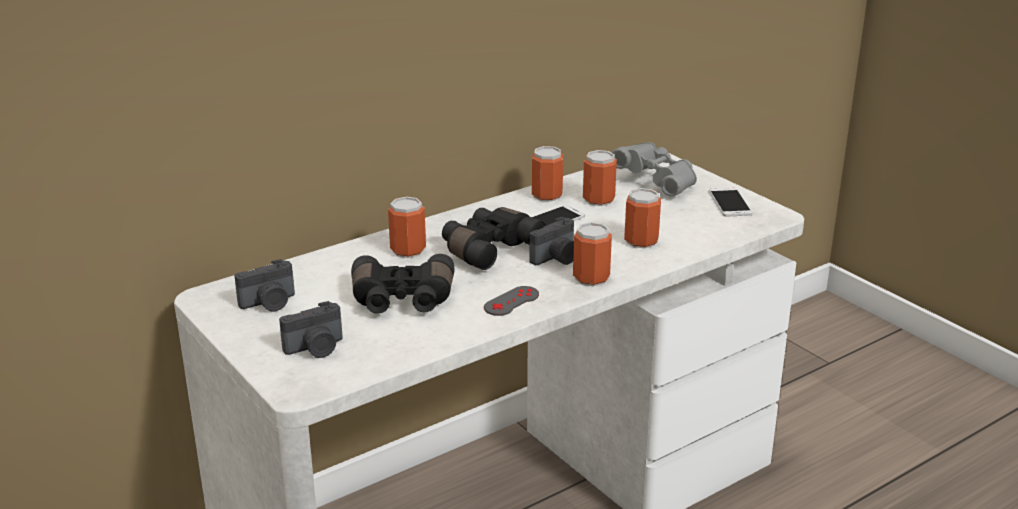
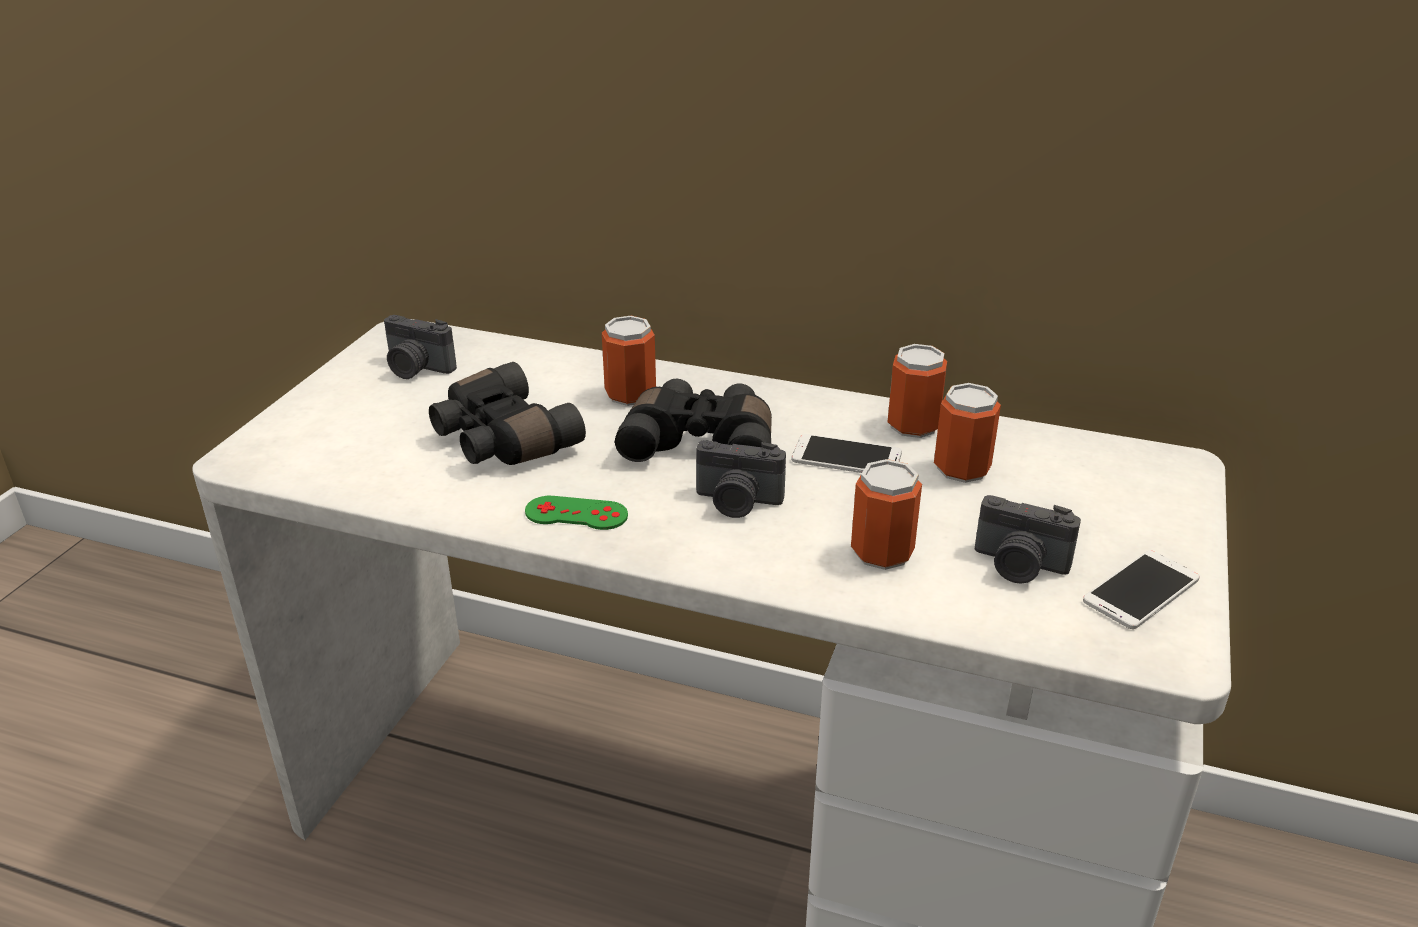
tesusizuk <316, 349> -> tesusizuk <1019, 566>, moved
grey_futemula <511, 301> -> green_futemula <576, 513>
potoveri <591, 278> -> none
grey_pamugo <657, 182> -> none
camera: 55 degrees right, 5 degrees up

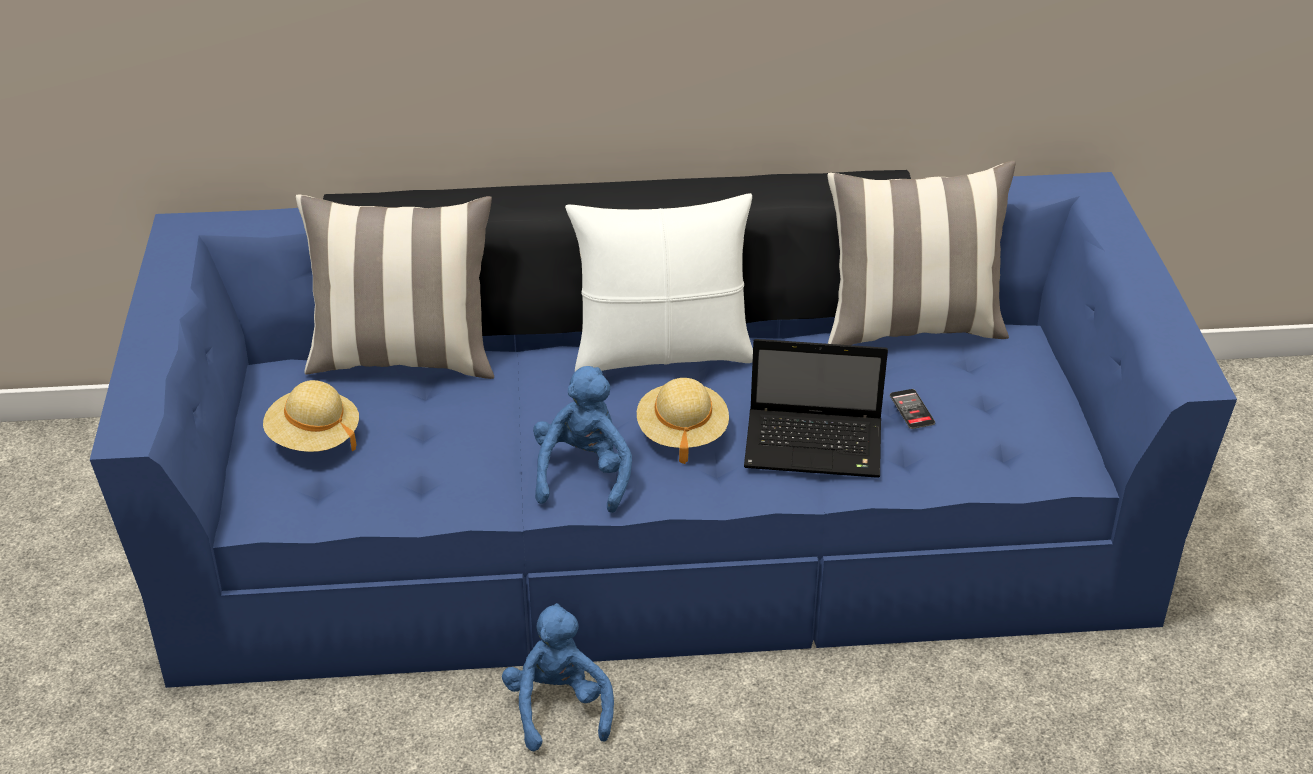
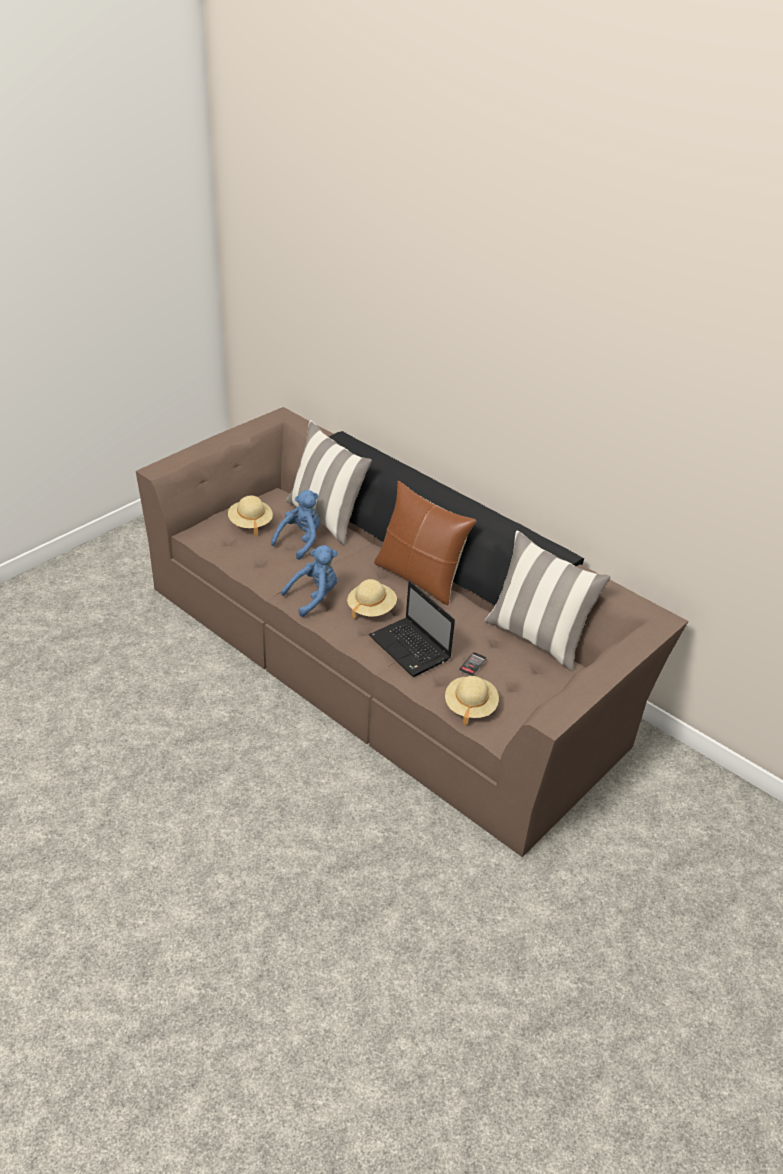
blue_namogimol <657, 516> -> brown_namogimol <387, 655>
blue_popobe <558, 707> -> blue_popobe <300, 541>, moved
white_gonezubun <662, 352> -> brown_gonezubun <419, 578>
none -> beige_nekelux <470, 706>
camera: 45 degrees right, 0 degrees up

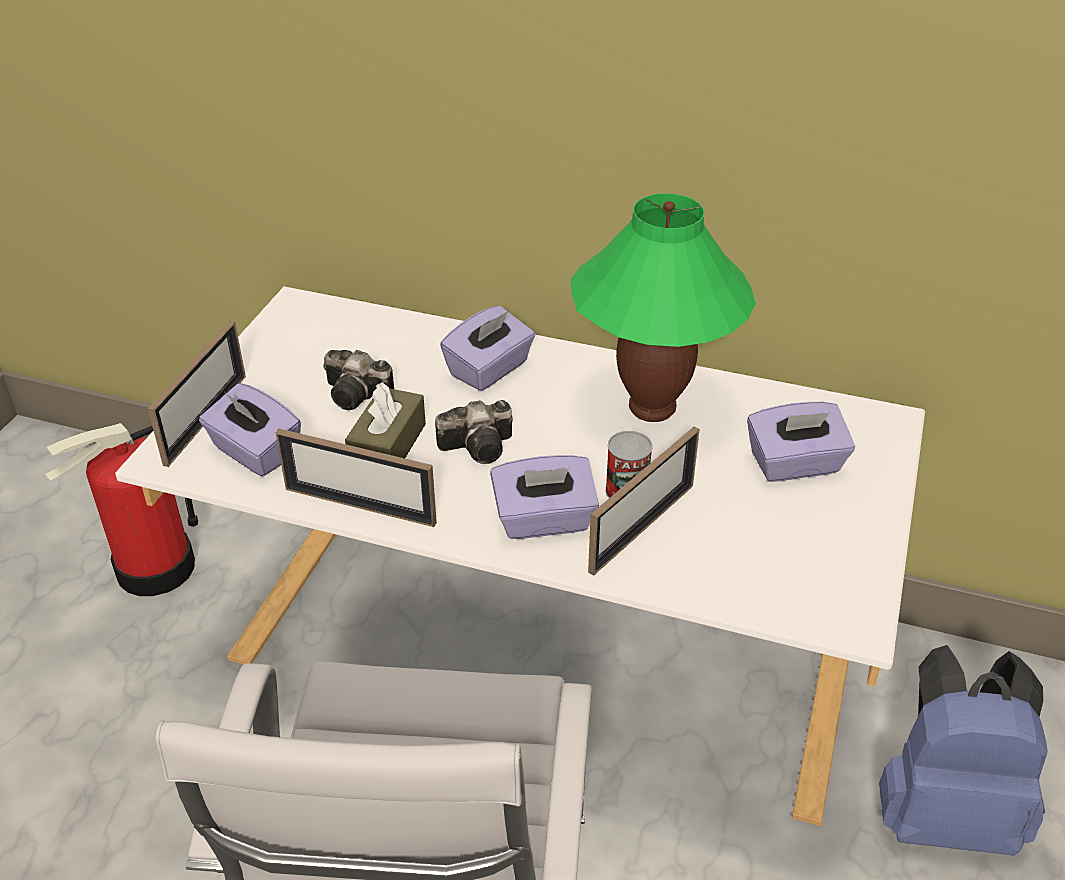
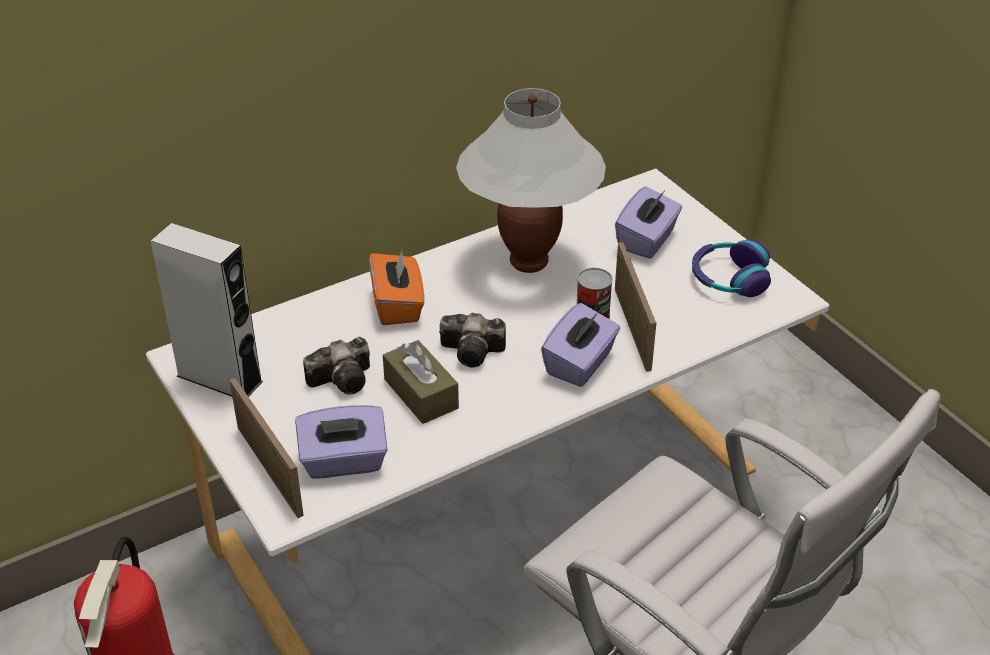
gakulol <360, 506> -> none
tesusizuk <481, 446> -> tesusizuk <475, 352>, 75 degrees clockwise
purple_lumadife <489, 370> -> orange_lumadife <398, 305>
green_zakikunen <652, 408> -> white_zakikunen <528, 261>
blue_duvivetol <944, 813> -> none
none -> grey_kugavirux <220, 378>
none -> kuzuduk <729, 278>
camera: 50 degrees left, 0 degrees up

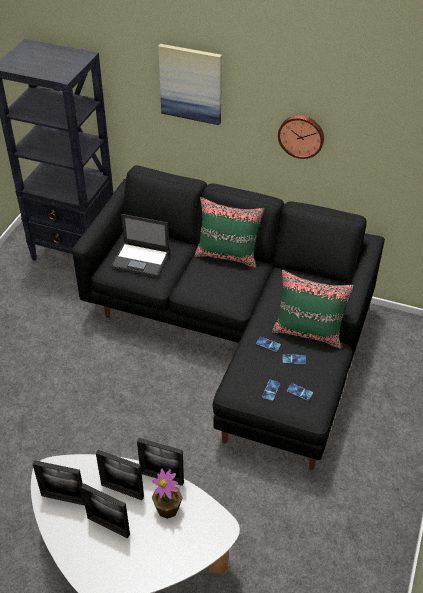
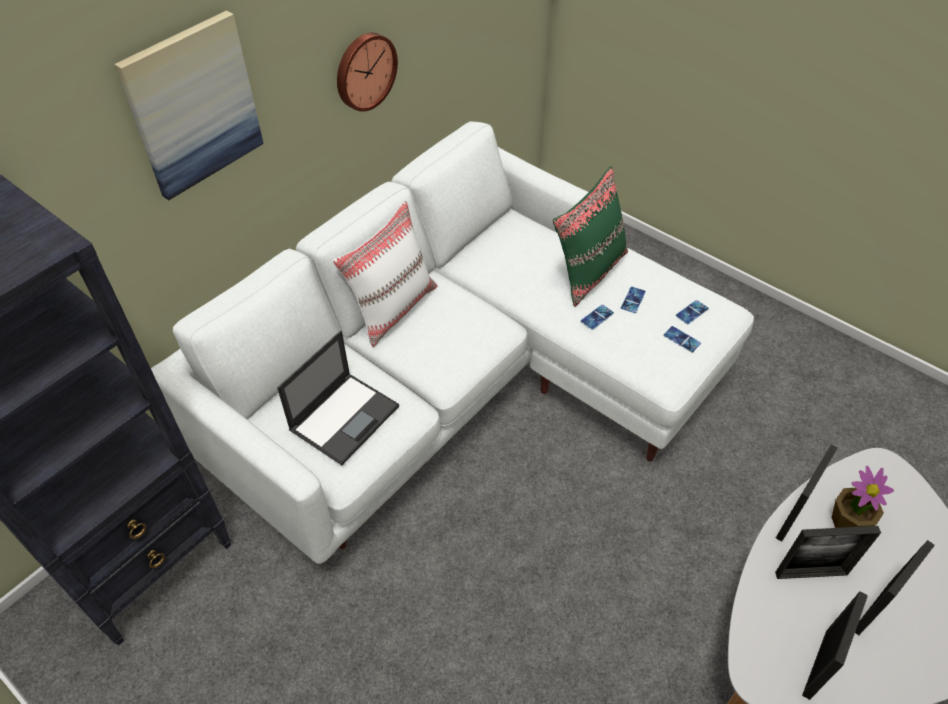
black_namogimol <238, 335> -> white_namogimol <463, 385>
gakulol <122, 491> -> gakulol <811, 573>, 45 degrees clockwise
green_gonezubun <228, 255> -> white_gonezubun <393, 308>
camera: 70 degrees left, 5 degrees up

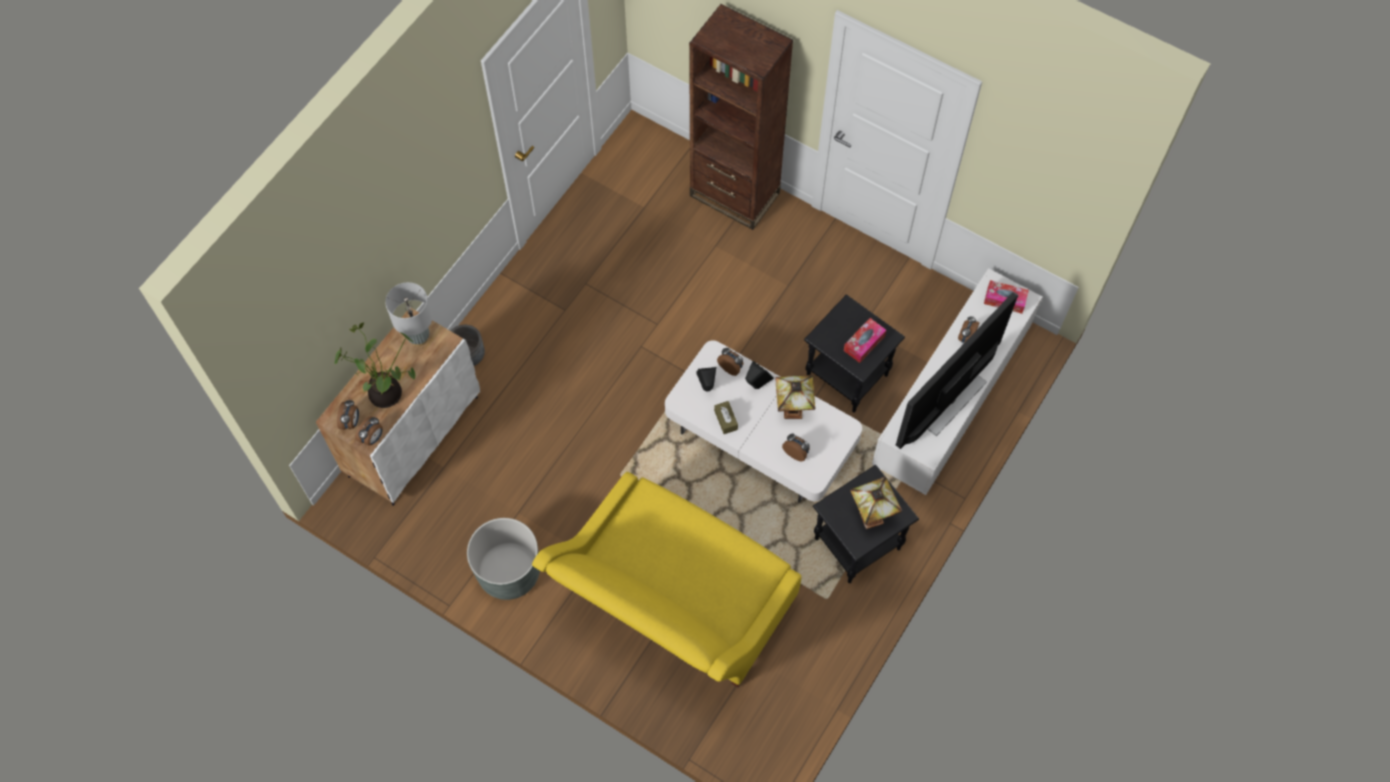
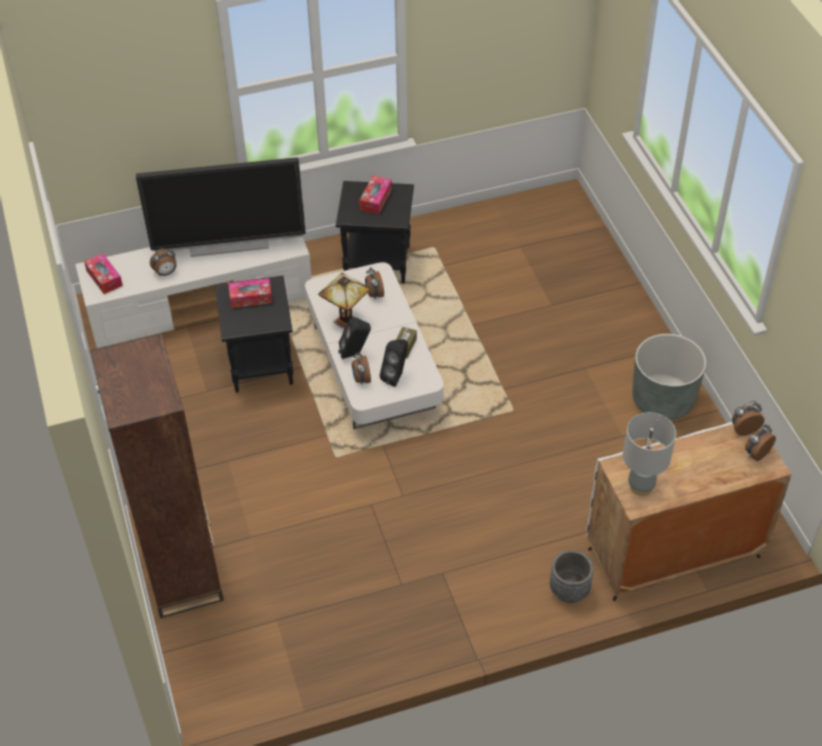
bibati <387, 391> -> none
yellow_namogimol <674, 606> -> none
zakikunen <869, 516> -> lumadife <376, 199>
camera: 140 degrees left, 15 degrees down

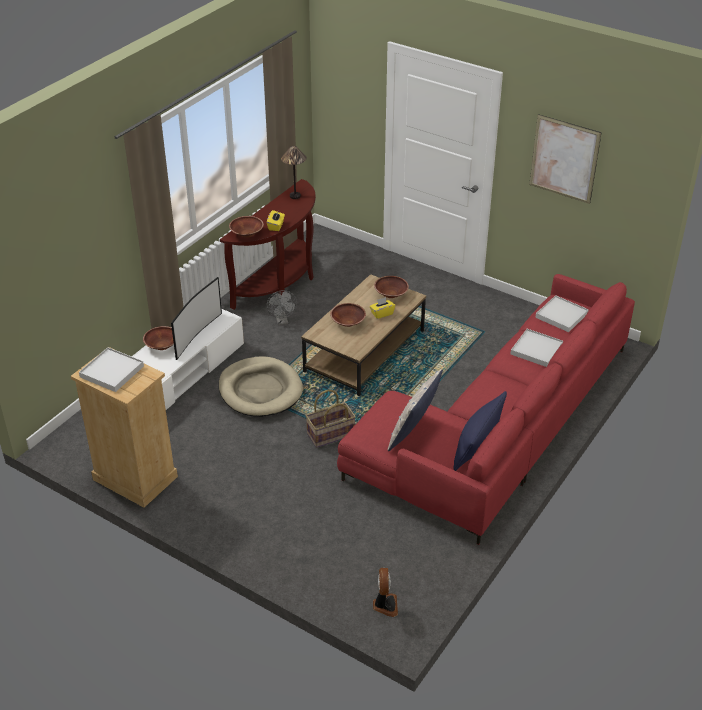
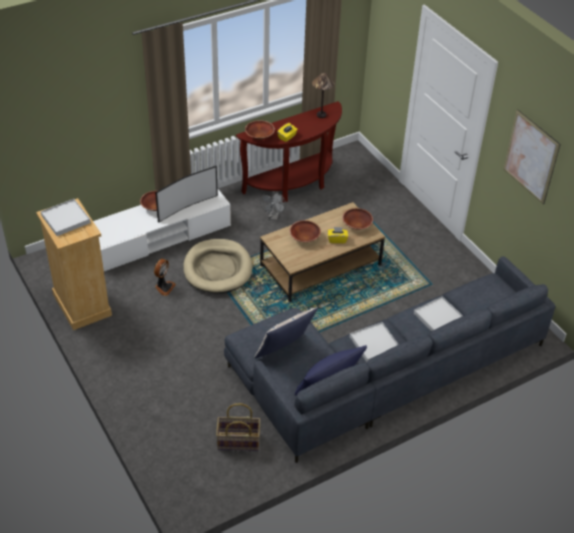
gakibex <331, 435> -> gakibex <238, 442>, moved
red_namogimol <497, 428> -> grey_namogimol <381, 372>
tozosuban <385, 605> -> tozosuban <164, 287>, moved
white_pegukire <561, 316> -> white_pegukire <374, 344>, moved
camera: 25 degrees right, 5 degrees up

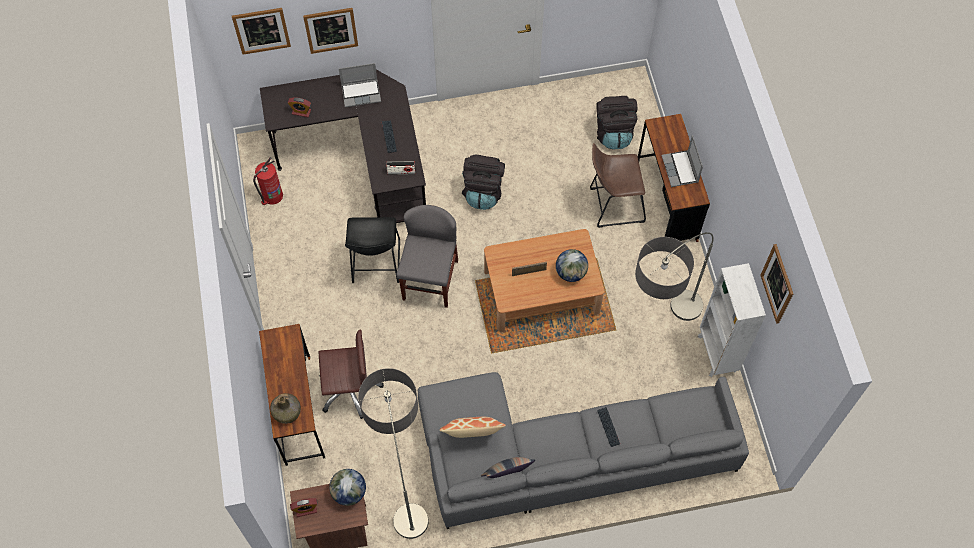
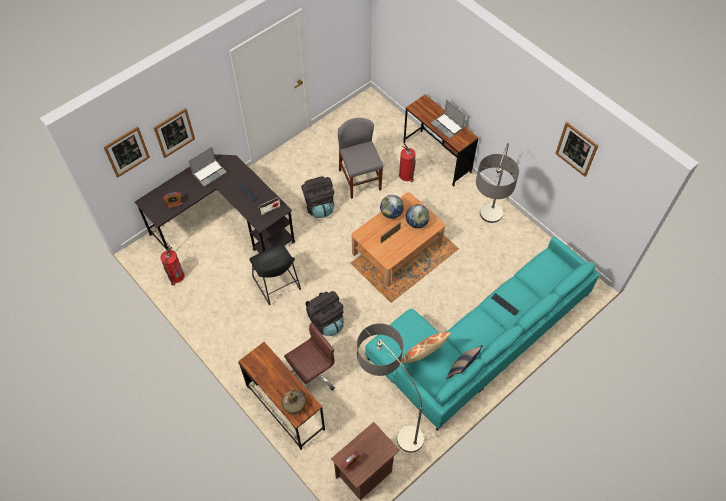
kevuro <349, 492> -> kevuro <391, 213>, moved
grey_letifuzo <430, 280> -> grey_letifuzo <360, 180>, moved
grey_namogimol <564, 455> -> turquoise_namogimol <479, 341>
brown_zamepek <613, 205> -> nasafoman <406, 175>
black_duvivetol <613, 132> -> black_duvivetol <326, 321>, moved
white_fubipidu <716, 354> -> none
camera: 30 degrees left, 5 degrees down

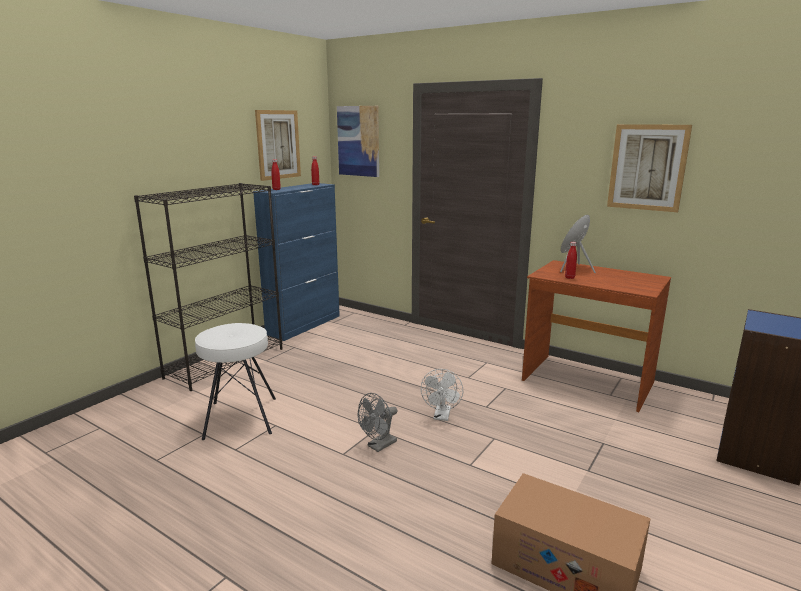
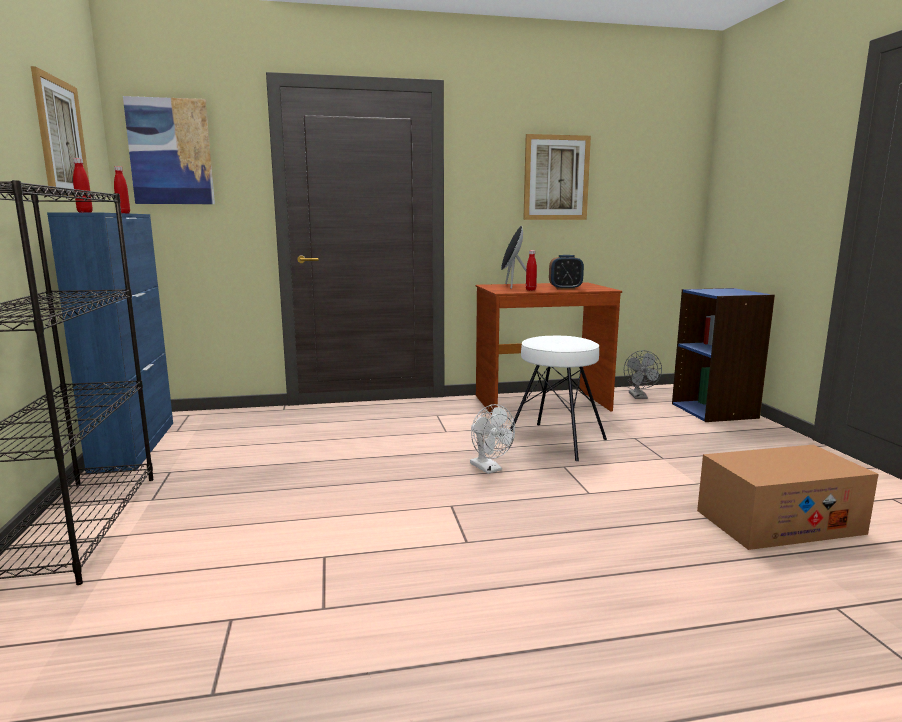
white_zamepek <240, 418> -> white_zamepek <555, 441>, moved
grey_tozosuban <379, 446> -> grey_tozosuban <639, 397>, moved
none -> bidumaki <565, 288>
camera: 45 degrees left, 5 degrees down

